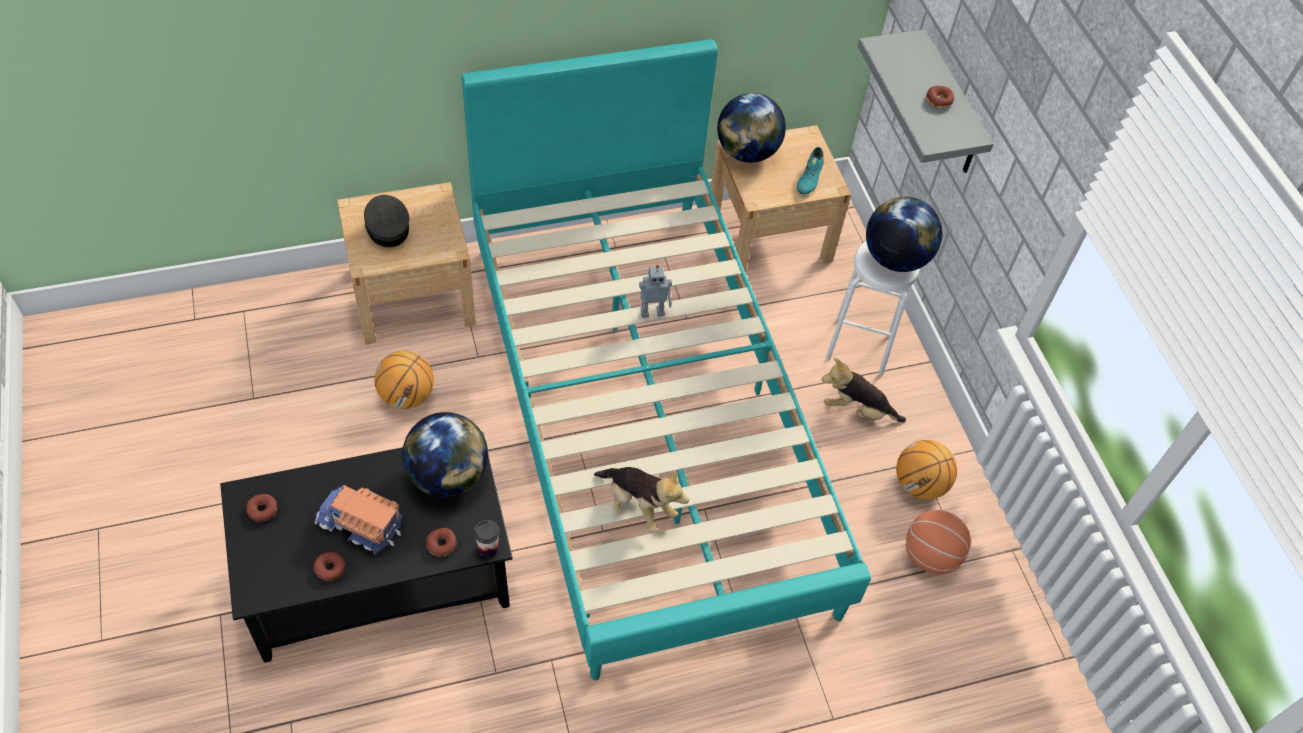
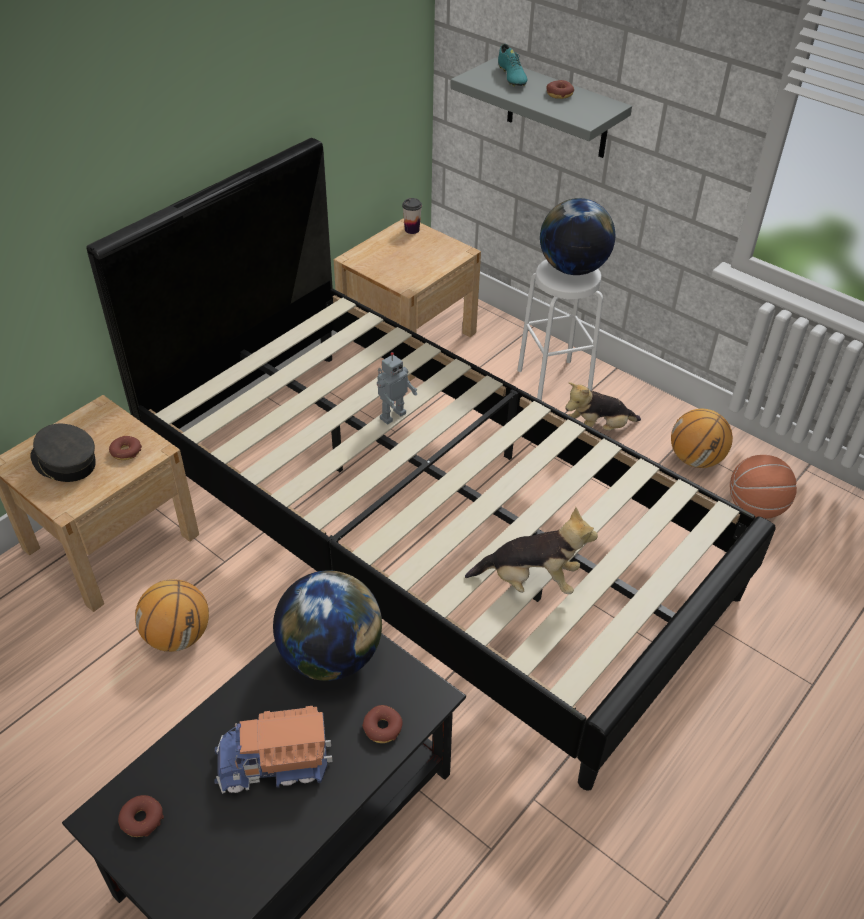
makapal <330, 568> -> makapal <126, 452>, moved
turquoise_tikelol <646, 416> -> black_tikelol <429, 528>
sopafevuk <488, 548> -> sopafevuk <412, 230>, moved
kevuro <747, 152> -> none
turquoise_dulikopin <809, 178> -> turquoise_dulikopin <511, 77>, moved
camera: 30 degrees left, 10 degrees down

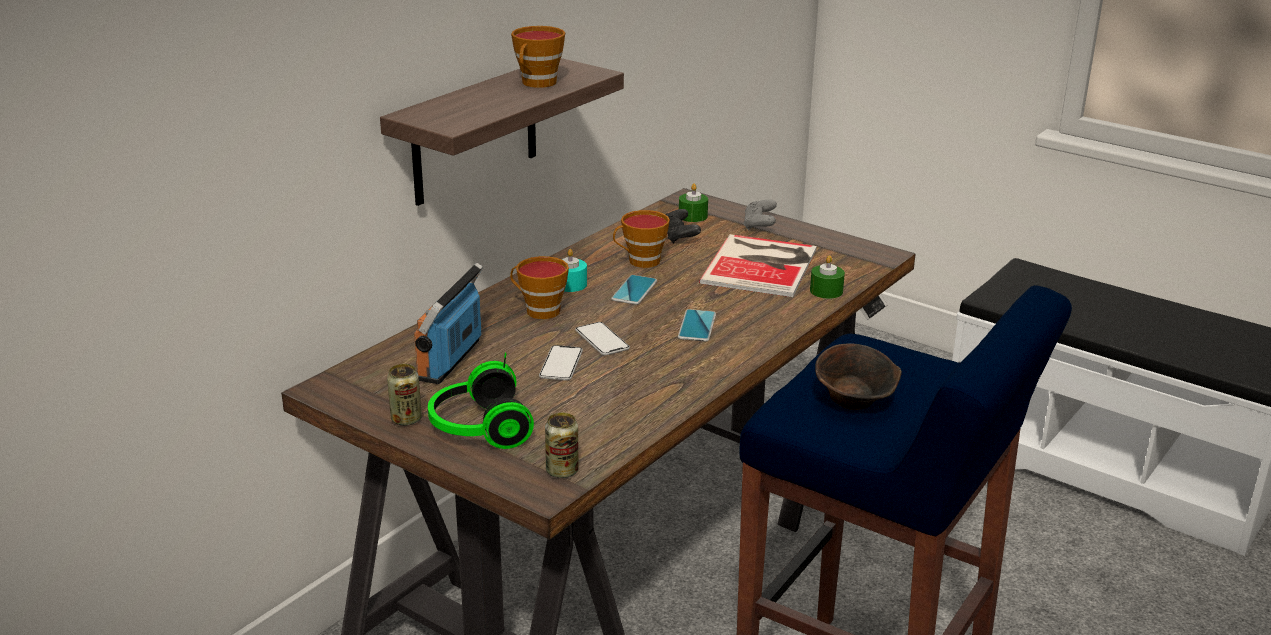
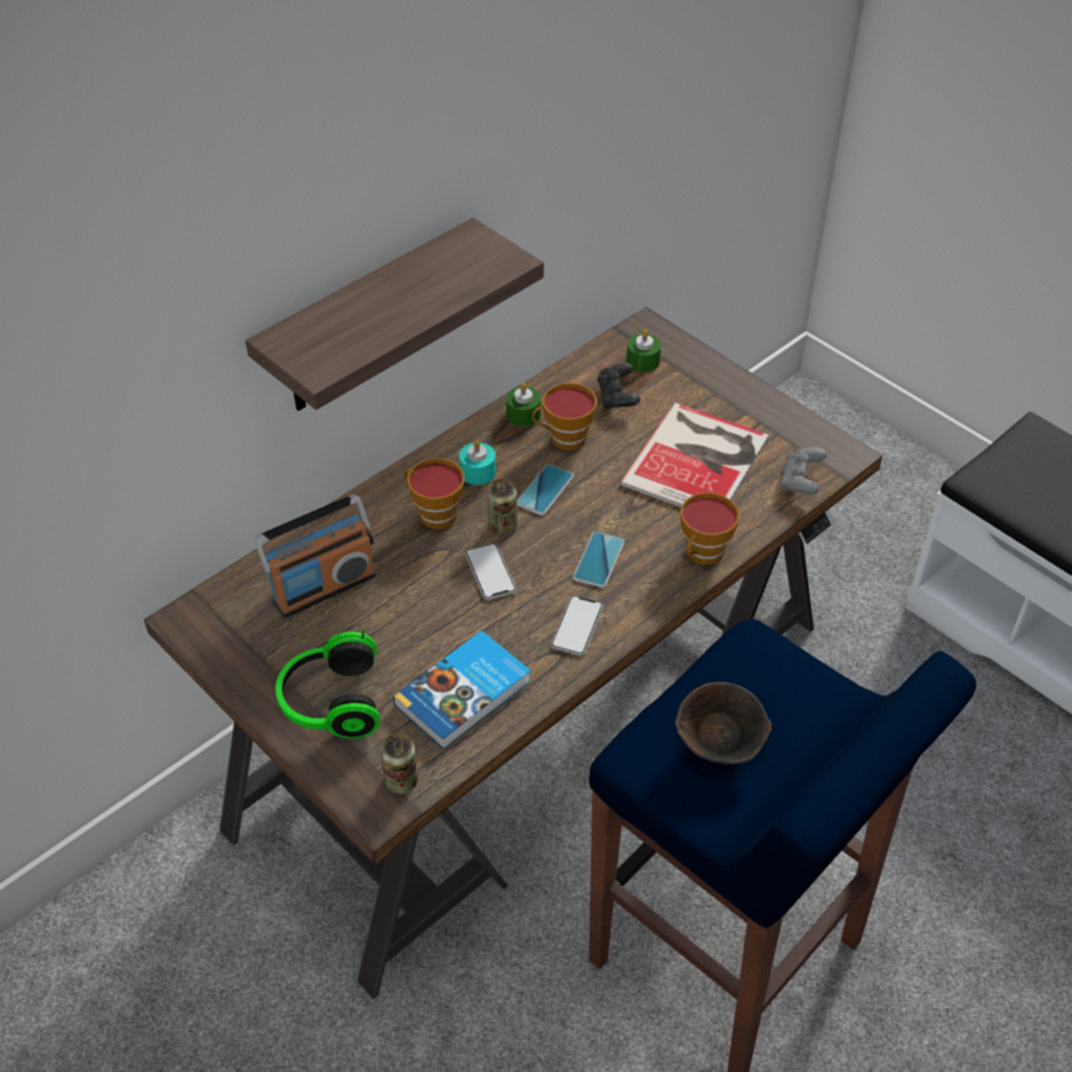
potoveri <406, 419> -> potoveri <502, 525>, moved
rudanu <450, 360> -> rudanu <323, 587>, 150 degrees counterclockwise
sopafevuk <537, 83> -> sopafevuk <703, 554>, moved
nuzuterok <561, 364> -> nuzuterok <577, 626>, moved
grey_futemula <759, 225> -> grey_futemula <801, 481>, moved
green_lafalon <826, 291> -> green_lafalon <523, 415>, moved
none -> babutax <465, 694>
camera: 10 degrees right, 20 degrees up

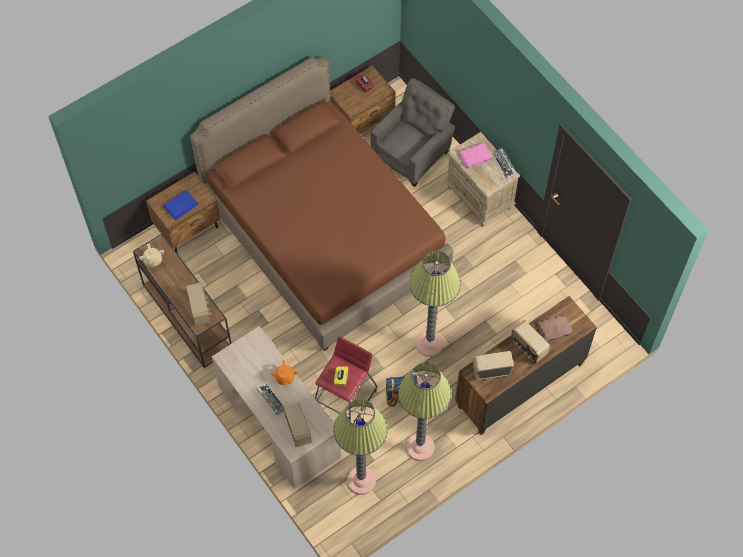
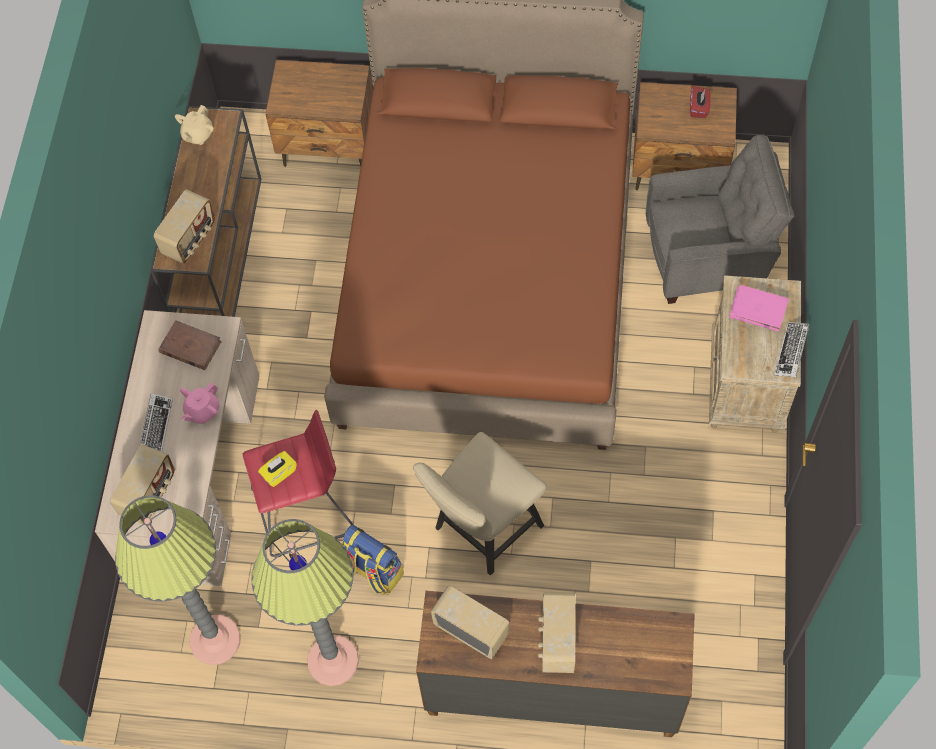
blue_babutax <181, 206> -> none
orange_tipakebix <285, 377> -> pink_tipakebix <202, 411>
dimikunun <429, 344> -> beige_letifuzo <482, 531>
brown_babutax <554, 329> -> brown_babutax <190, 347>, moved
camera: 45 degrees right, 0 degrees up

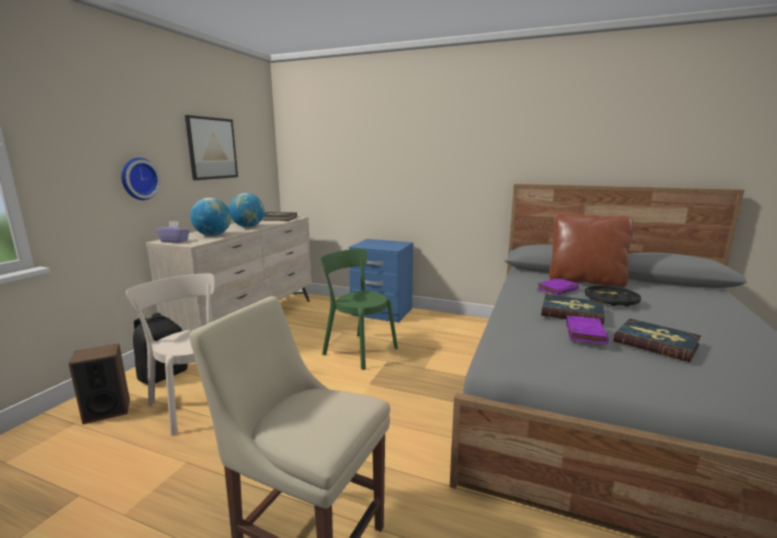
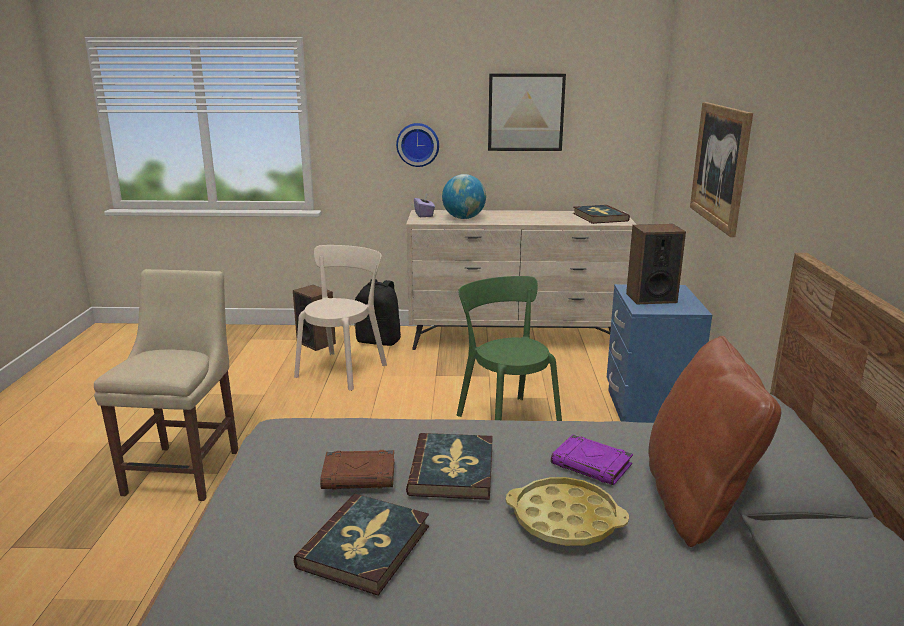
kevuro <248, 227> -> none
green_letifuzo <357, 350> -> green_letifuzo <506, 419>, 45 degrees counterclockwise
purple_babutax <584, 333> -> brown_babutax <360, 475>
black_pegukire <611, 300> -> yellow_pegukire <565, 519>
none -> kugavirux <651, 298>
none -> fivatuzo <720, 165>
camera: 70 degrees right, 5 degrees up

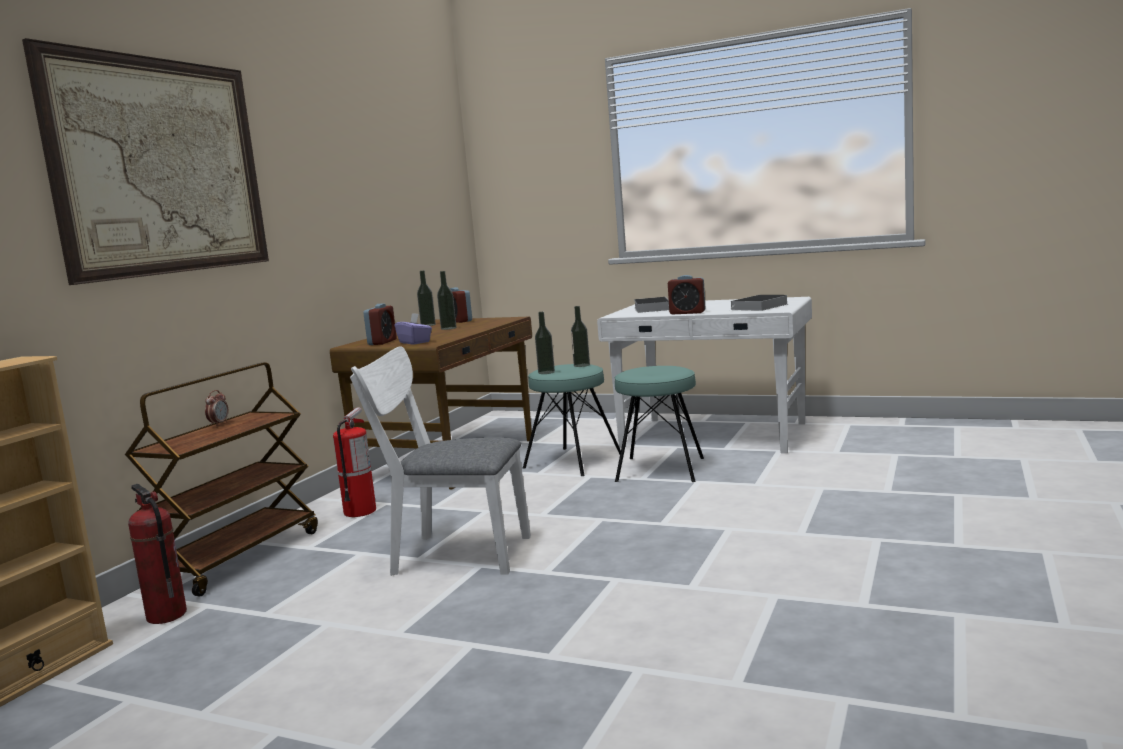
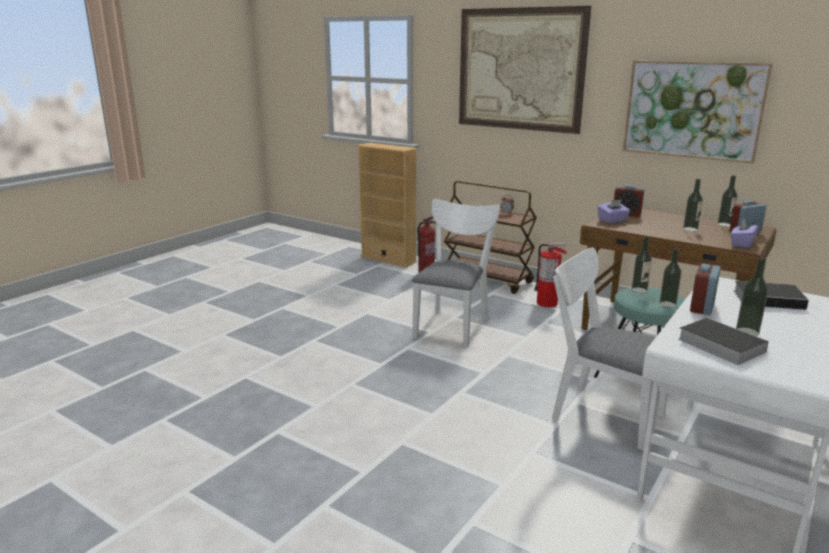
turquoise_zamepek <660, 469> -> white_letifuzo <599, 413>
none -> fivatuzo <692, 110>
none -> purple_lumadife <742, 244>
none -> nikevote <747, 332>
camera: 100 degrees right, 10 degrees up

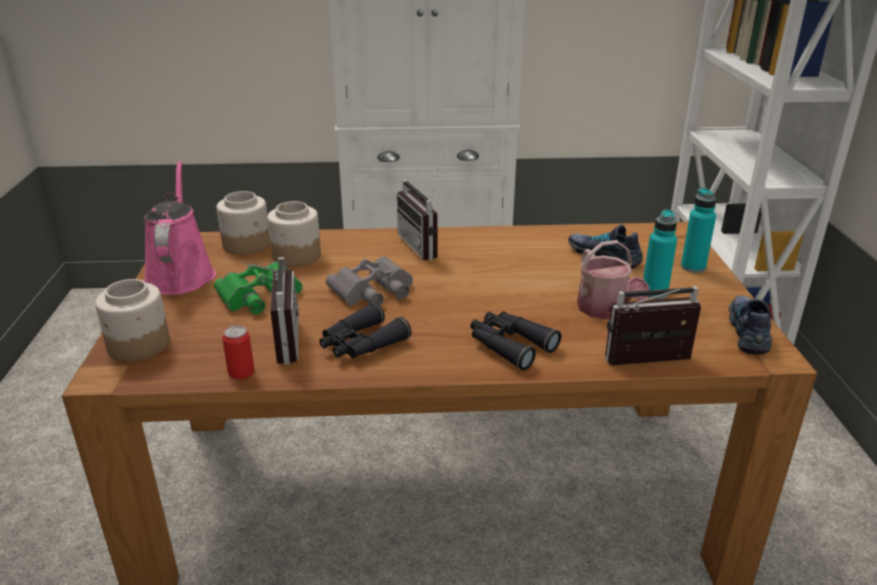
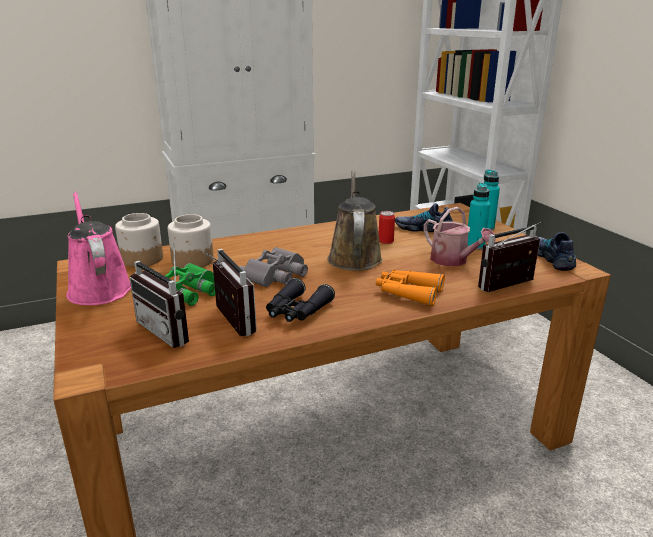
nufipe <138, 345> -> none
potoveri <241, 372> -> potoveri <385, 241>, moved
rudanu <425, 246> -> rudanu <171, 330>, moved
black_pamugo <509, 345> -> orange_pamugo <407, 293>
none -> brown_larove <354, 257>
camera: 20 degrees left, 5 degrees down

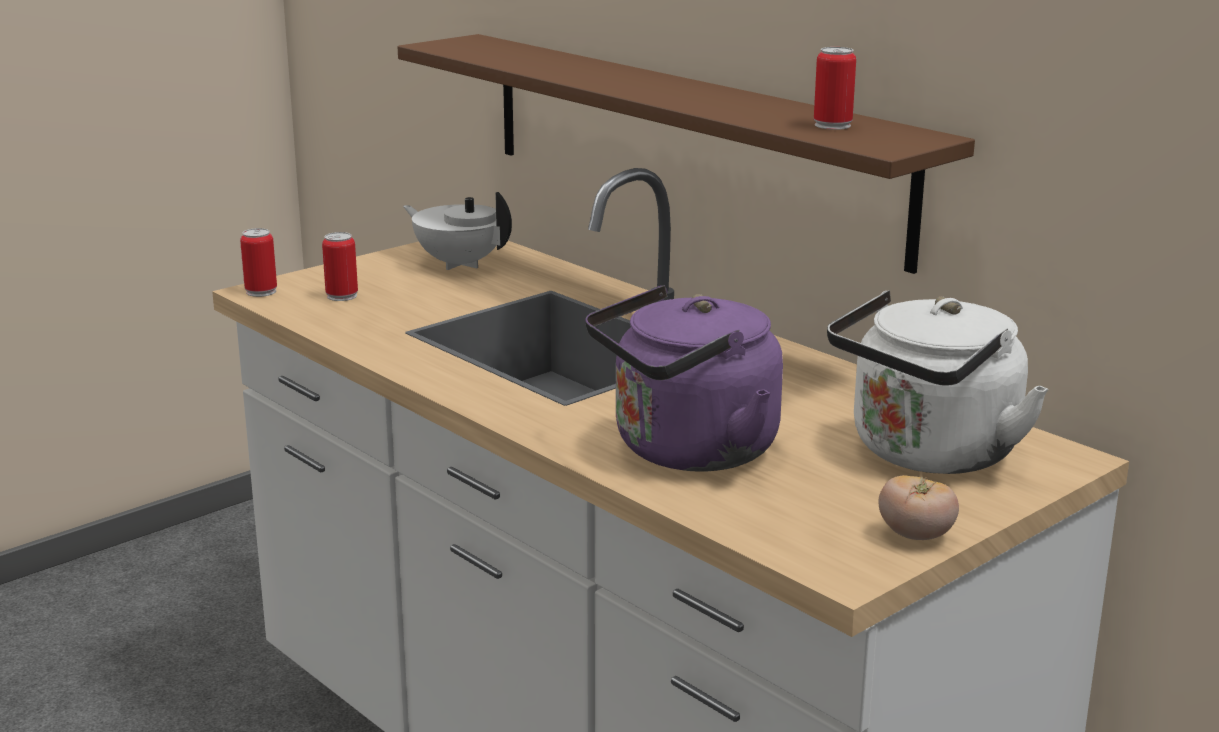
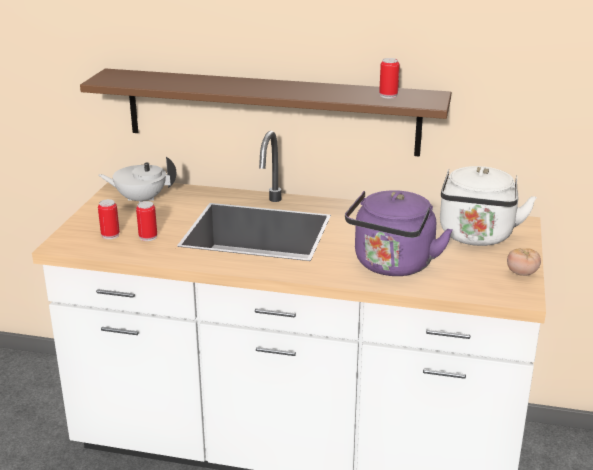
potoveri <261, 291> -> potoveri <148, 237>, moved
camera: 35 degrees left, 5 degrees up

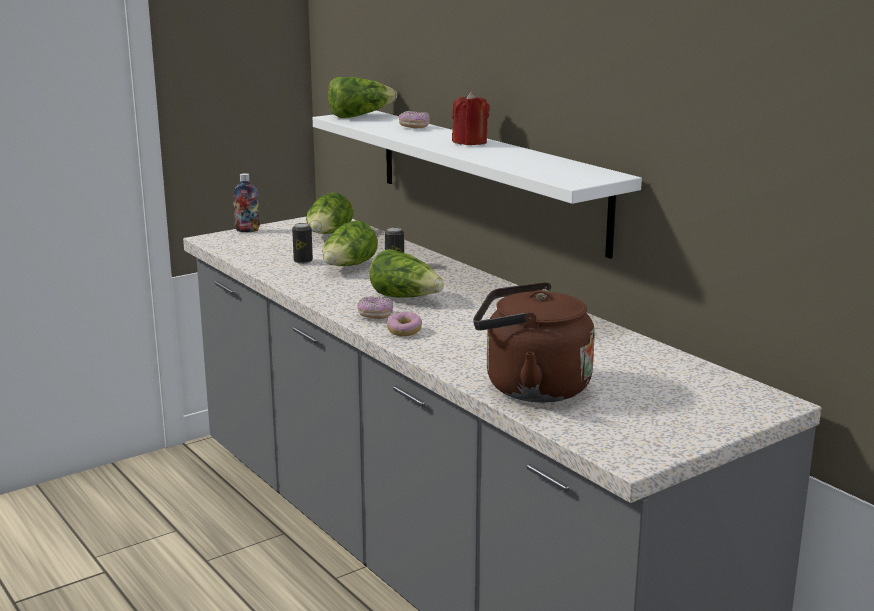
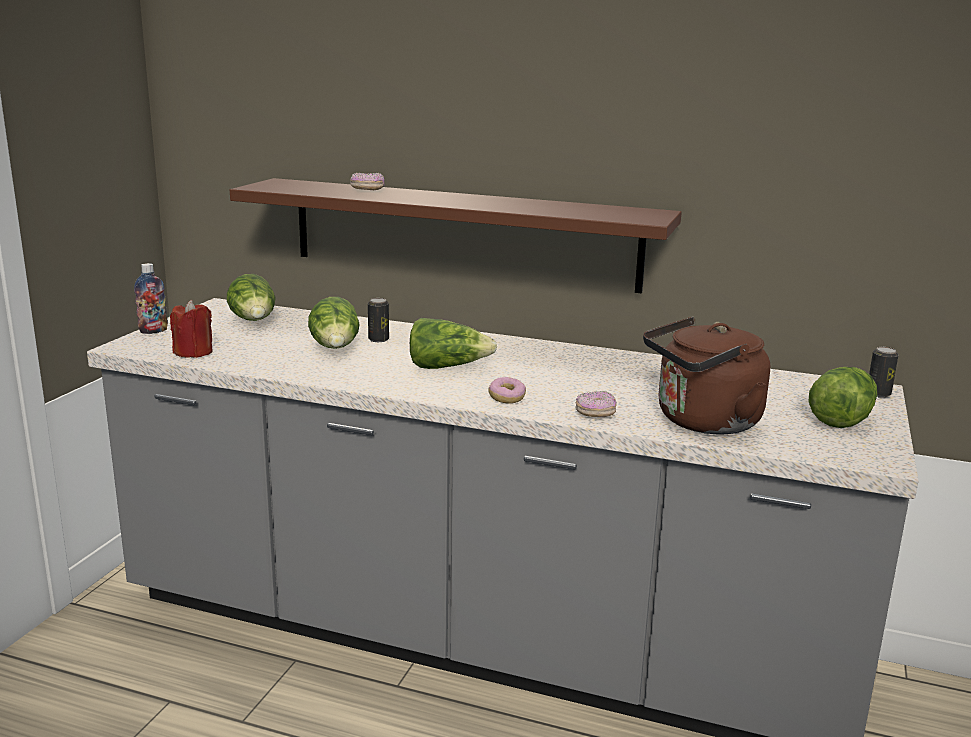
potoveri <303, 261> -> potoveri <878, 393>, moved
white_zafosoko <487, 177> -> brown_zafosoko <462, 233>
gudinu <359, 116> -> gudinu <840, 417>, moved
makapal <375, 316> -> makapal <595, 414>, moved
red_lafalon <470, 142> -> red_lafalon <193, 352>, moved
camera: 35 degrees left, 0 degrees up

